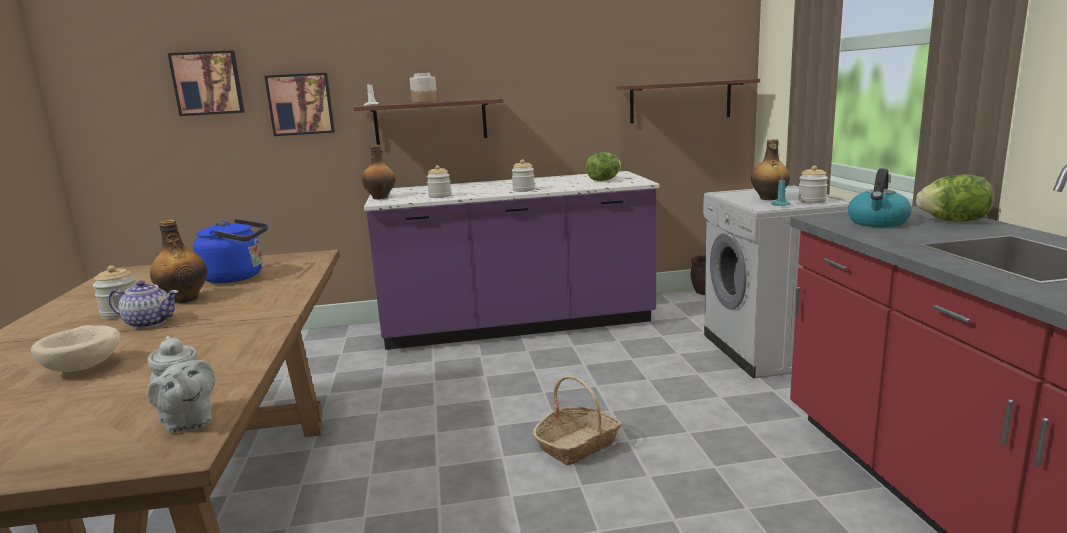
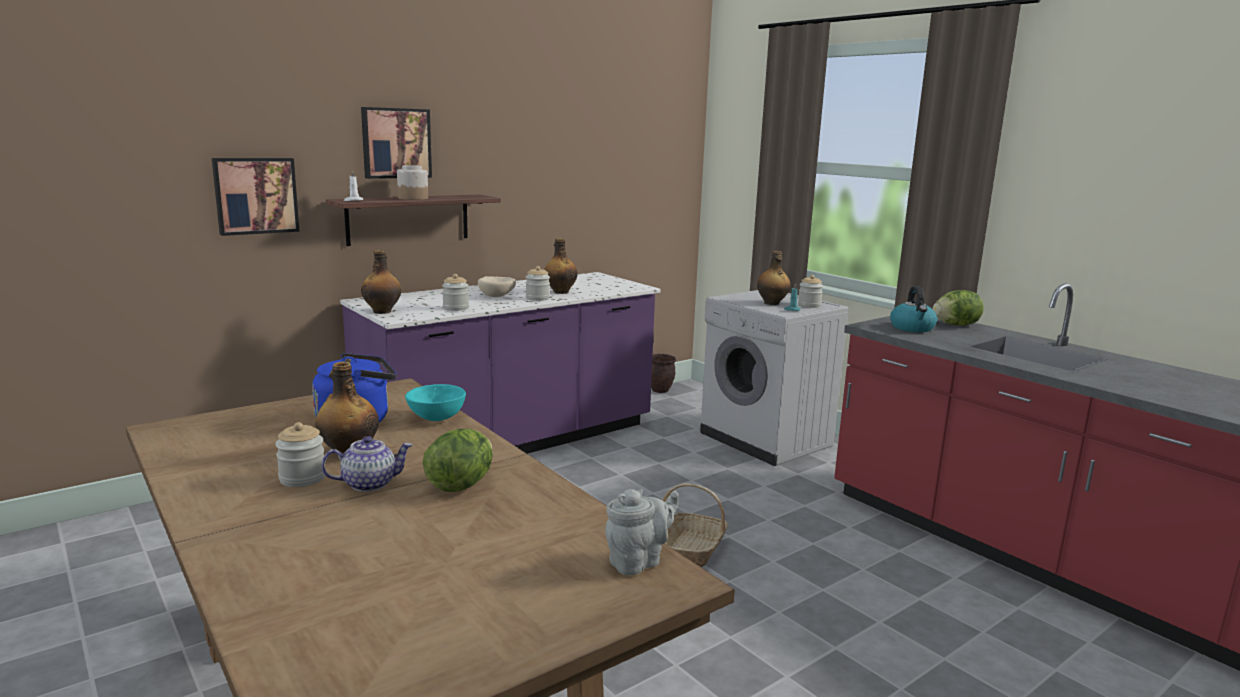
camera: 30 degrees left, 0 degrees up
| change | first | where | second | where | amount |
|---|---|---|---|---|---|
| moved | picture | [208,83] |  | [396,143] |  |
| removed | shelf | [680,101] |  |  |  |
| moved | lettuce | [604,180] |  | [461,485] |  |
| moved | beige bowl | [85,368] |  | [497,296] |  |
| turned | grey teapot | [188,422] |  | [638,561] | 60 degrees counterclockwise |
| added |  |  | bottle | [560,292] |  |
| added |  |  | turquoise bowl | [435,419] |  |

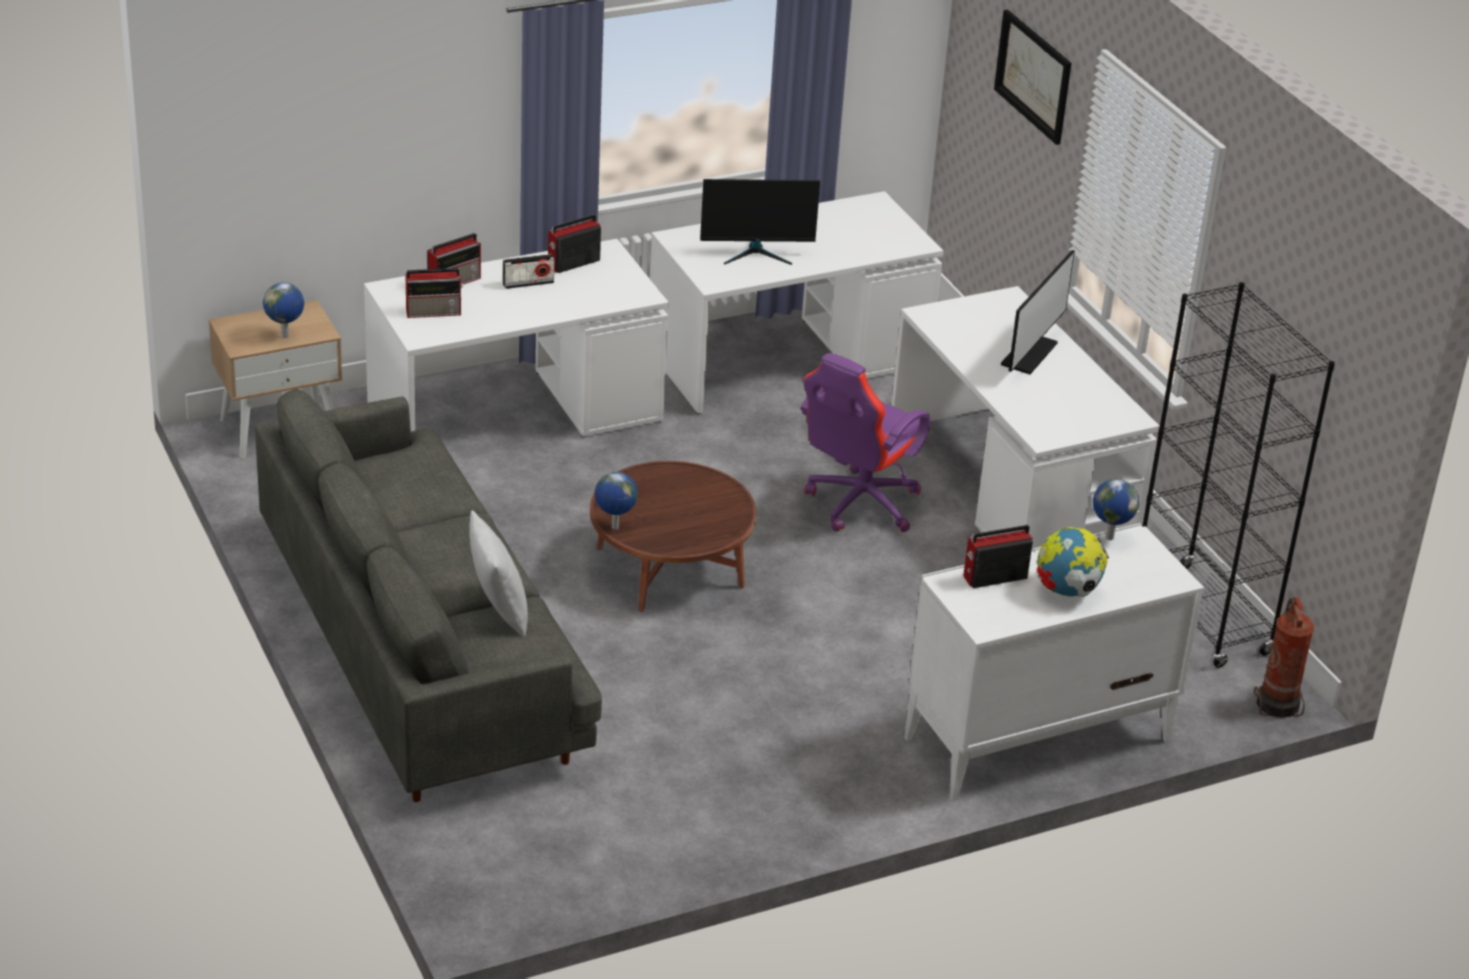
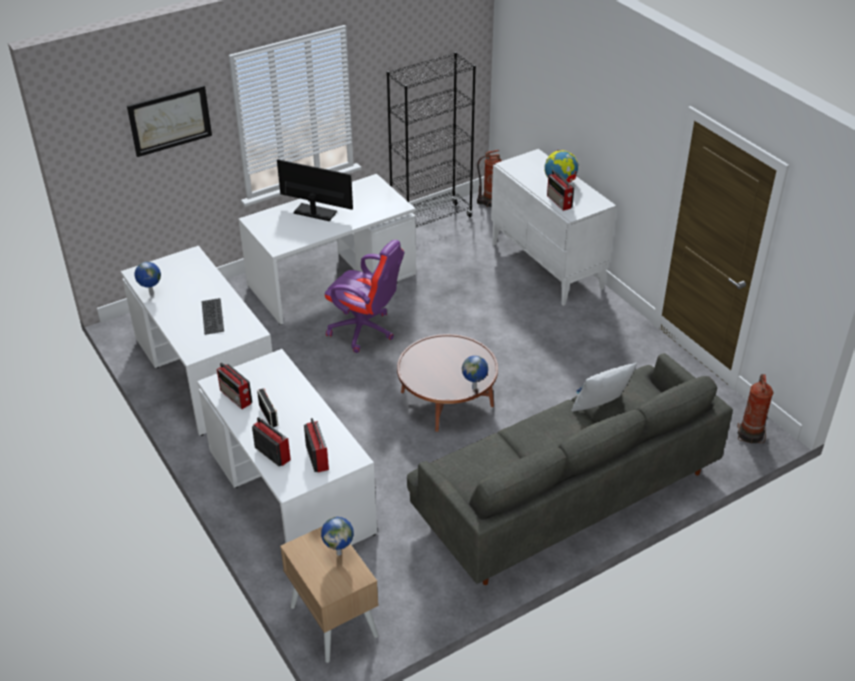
camera: 95 degrees left, 5 degrees up
| change | first | where | second | where | amount |
|---|---|---|---|---|---|
| replaced | monitor | [756,253] | keyboard | [212,316] |  |
| moved | globe | [1109,537] |  | [151,294] |  |
| added |  |  | fire extinguisher | [751,434] |  |

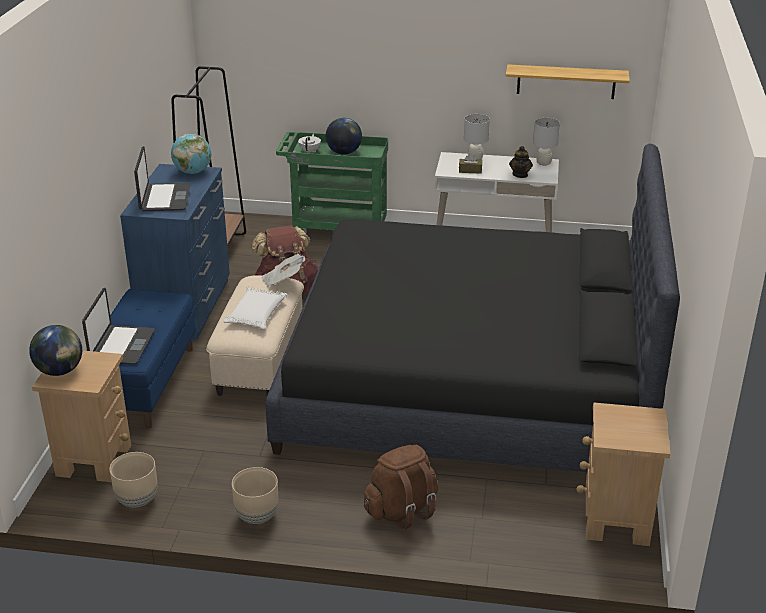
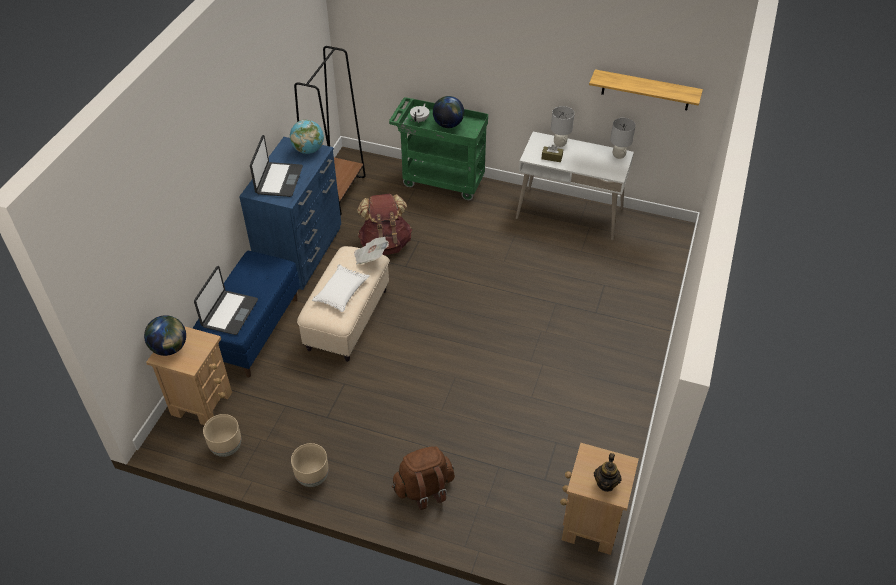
camera: 10 degrees right, 15 degrees up
| change | first | where | second | where | amount |
|---|---|---|---|---|---|
| removed | black bed | [470,380] |  |  |  |
| moved | teapot | [520,174] |  | [606,483] |  |

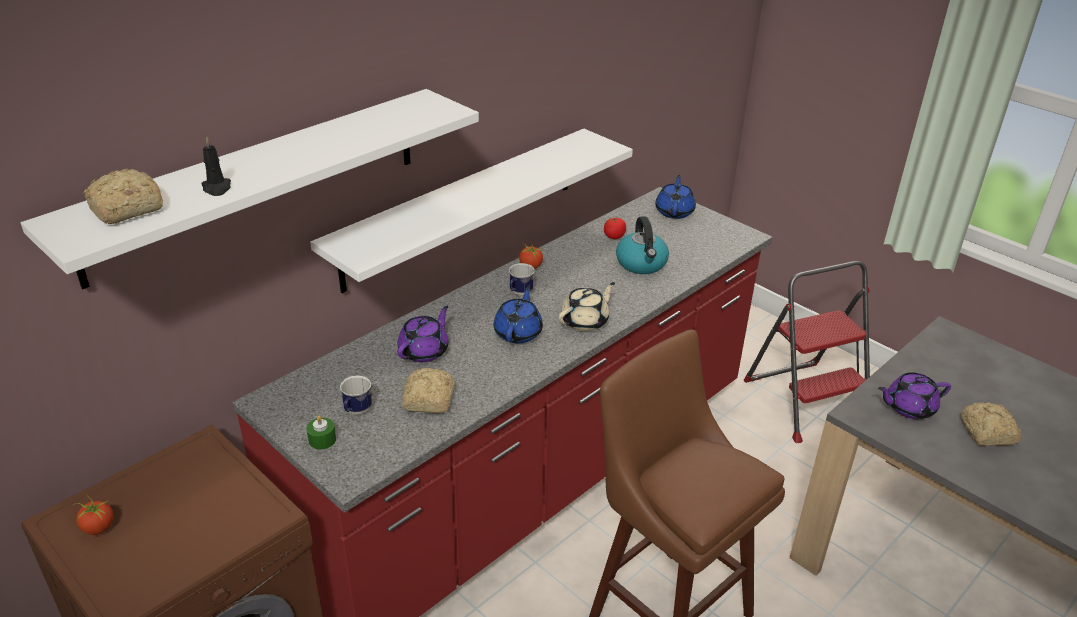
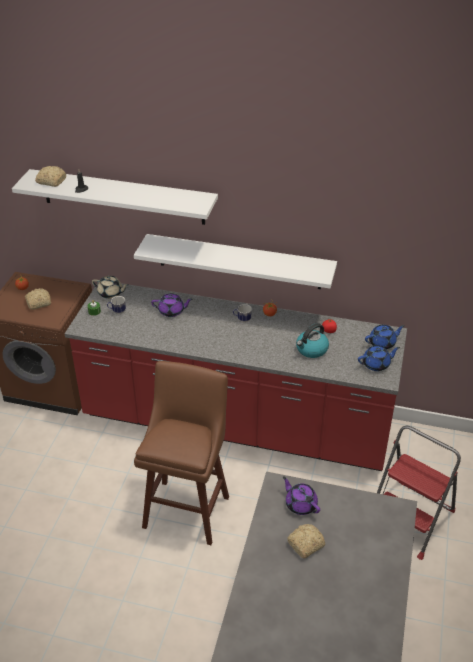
camera: 60 degrees right, 5 degrees up
| change | first | where | second | where | amount |
|---|---|---|---|---|---|
| moved | beige teapot | [585,321] |  | [111,293] |  |
| moved | blue teapot | [518,332] |  | [376,364] |  |
| moved | bread | [428,400] |  | [38,303] |  |

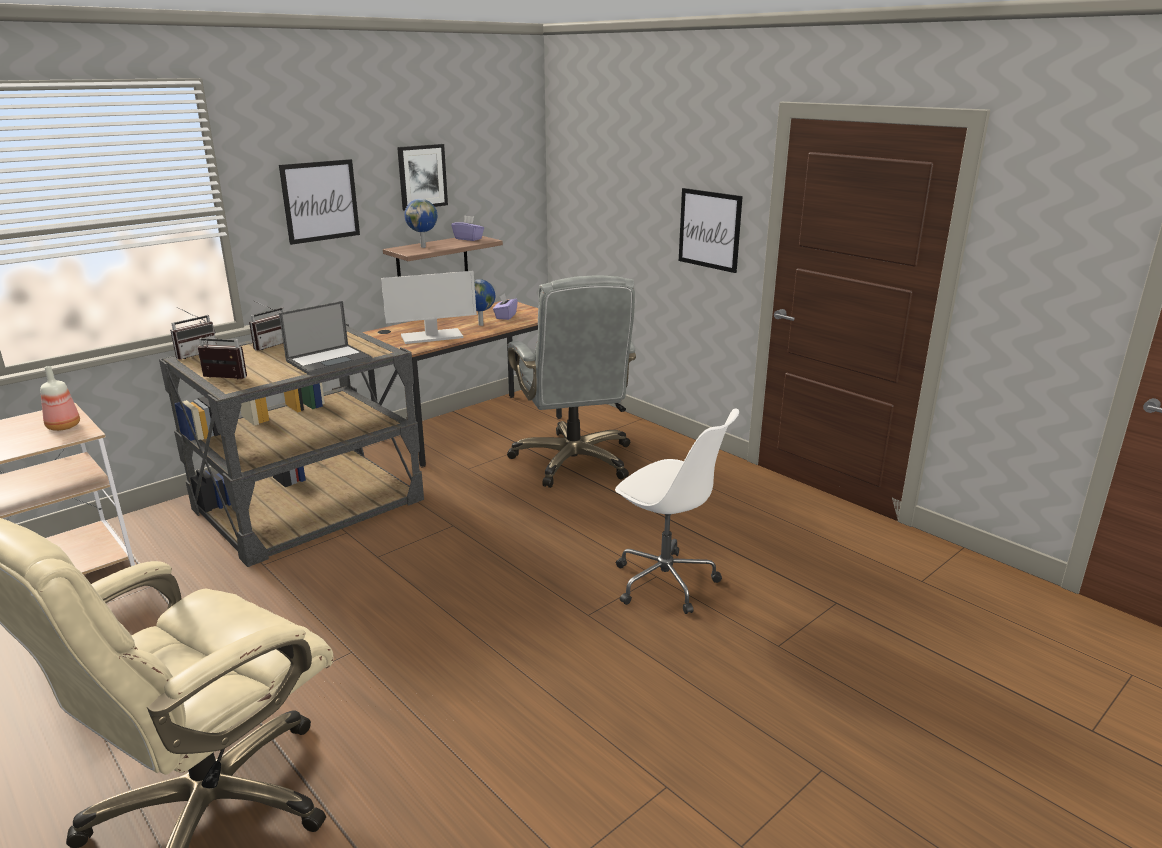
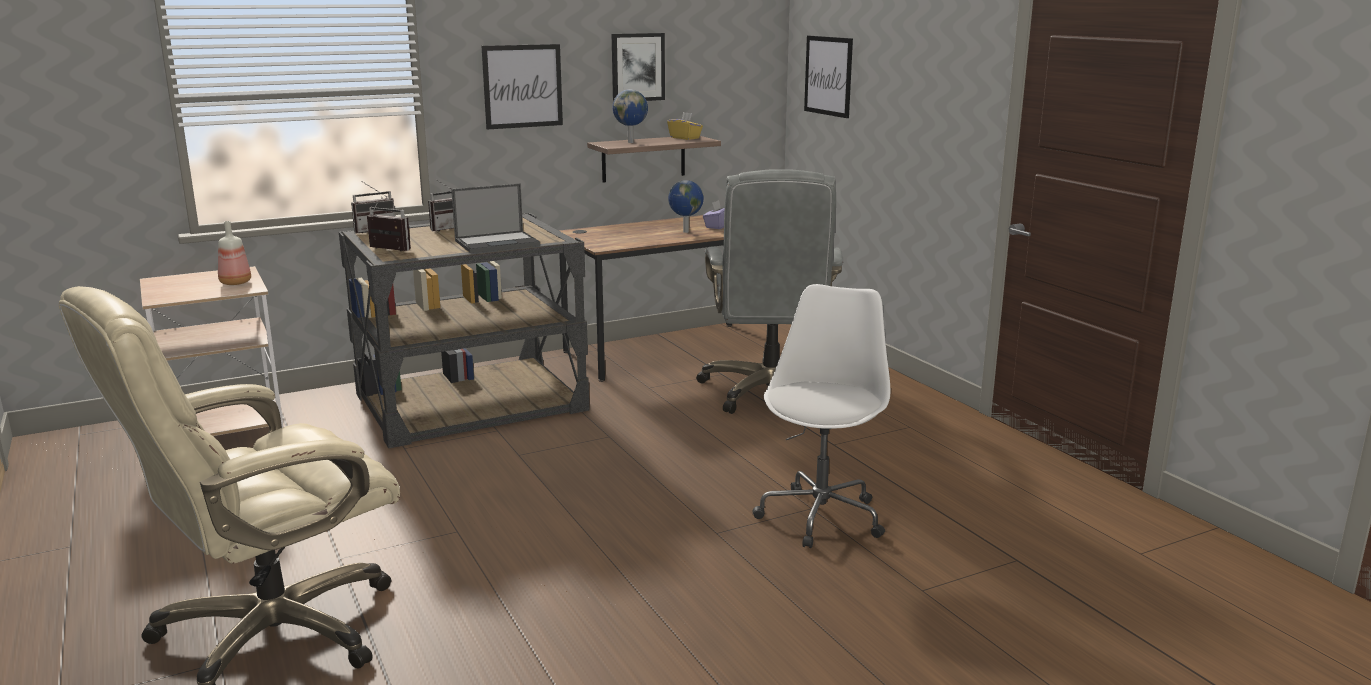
camera: 15 degrees right, 5 degrees down
| change | first | where | second | where | amount |
|---|---|---|---|---|---|
| moved | picture | [709,229] |  | [828,76] |  |
| recoloured | purple tissue box | [468,239] | yellow tissue box | [685,138] |  |
| removed | monitor | [431,337] |  |  |  |
| turned | white office chair | [667,583] |  | [821,516] | 120 degrees counterclockwise |

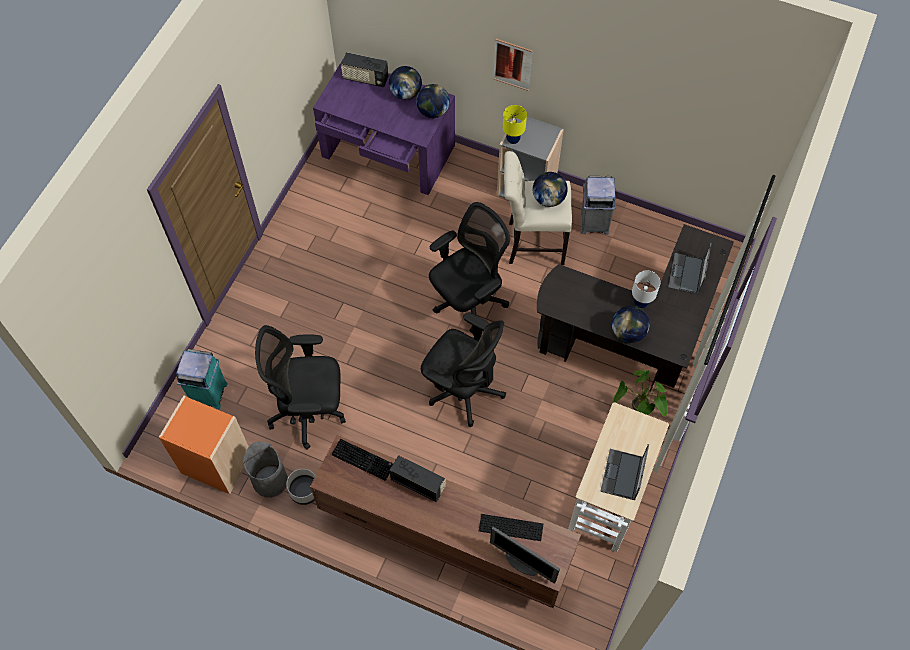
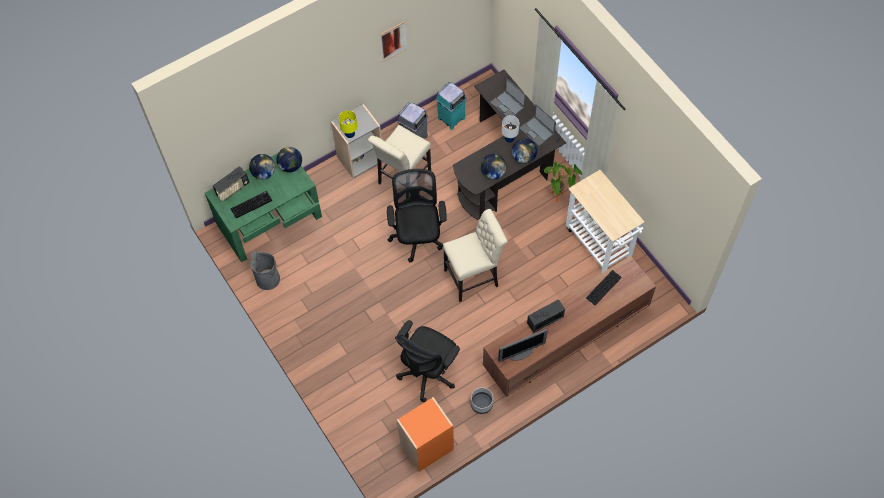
camera: 55 degrees left, 0 degrees up
| change | first | where | second | where | amount |
|---|---|---|---|---|---|
| moved | picture | [512,64] |  | [393,41] |  |
| recoloured | purple desk | [386,157] | green desk | [272,224] |  |
| moved | globe | [548,199] |  | [493,173] |  |
| replaced | black office chair | [461,389] | beige stool | [474,277] |  |
| moved | turquoise trash can | [208,393] |  | [451,118] |  |
| moved | keyboard | [363,459] |  | [251,204] |  |
| moved | grey trash can | [270,480] |  | [268,279] |  |
| moved | laptop | [622,475] |  | [537,131] |  |
| moved | monitor | [522,563] |  | [521,353] |  |

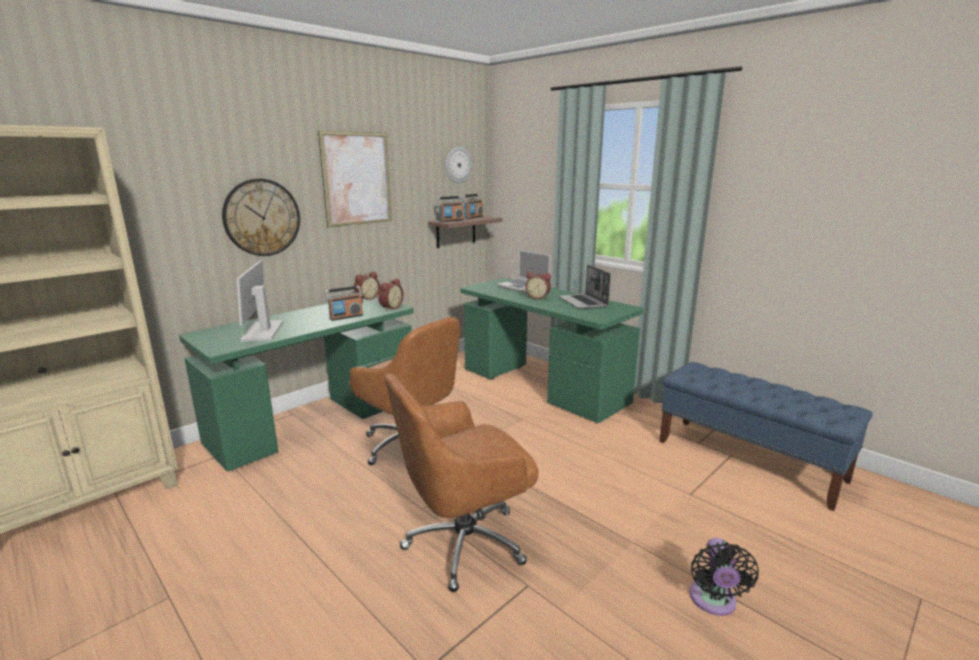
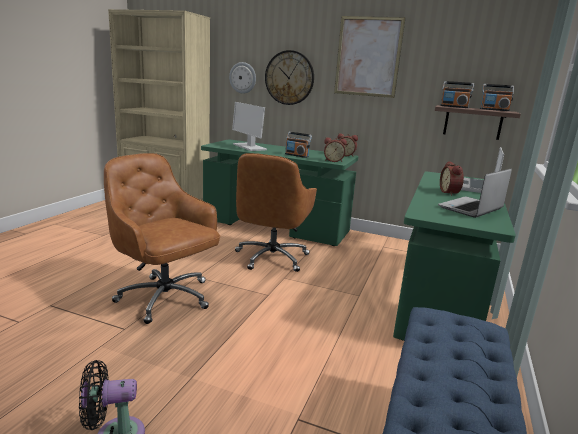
camera: 65 degrees right, 0 degrees up
| change | first | where | second | where | amount |
|---|---|---|---|---|---|
| moved | wall clock | [458,165] |  | [243,78] |  |
| turned | monitor | [263,331] |  | [249,147] | 90 degrees counterclockwise |

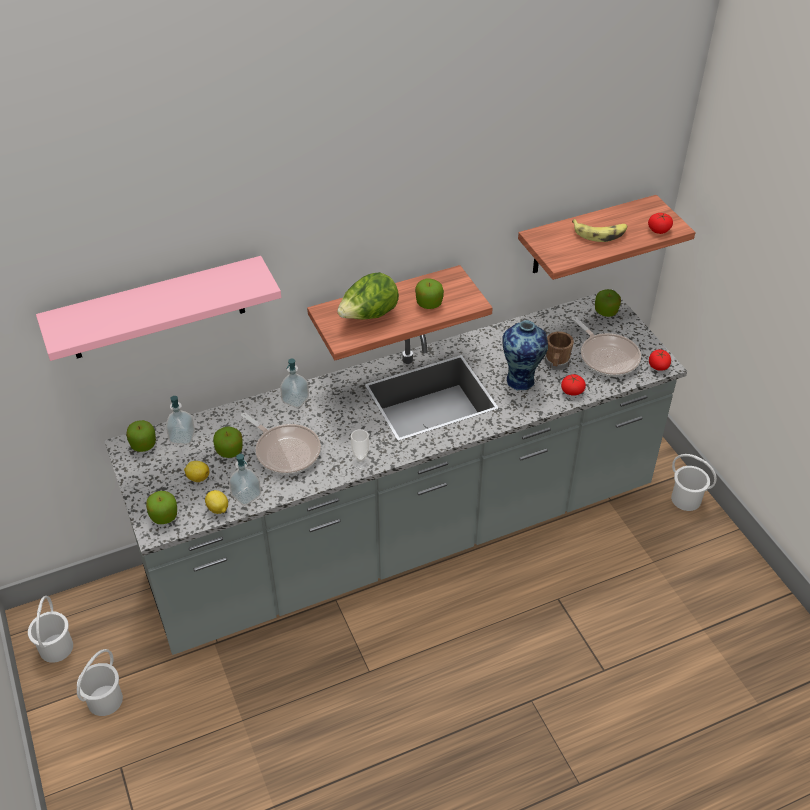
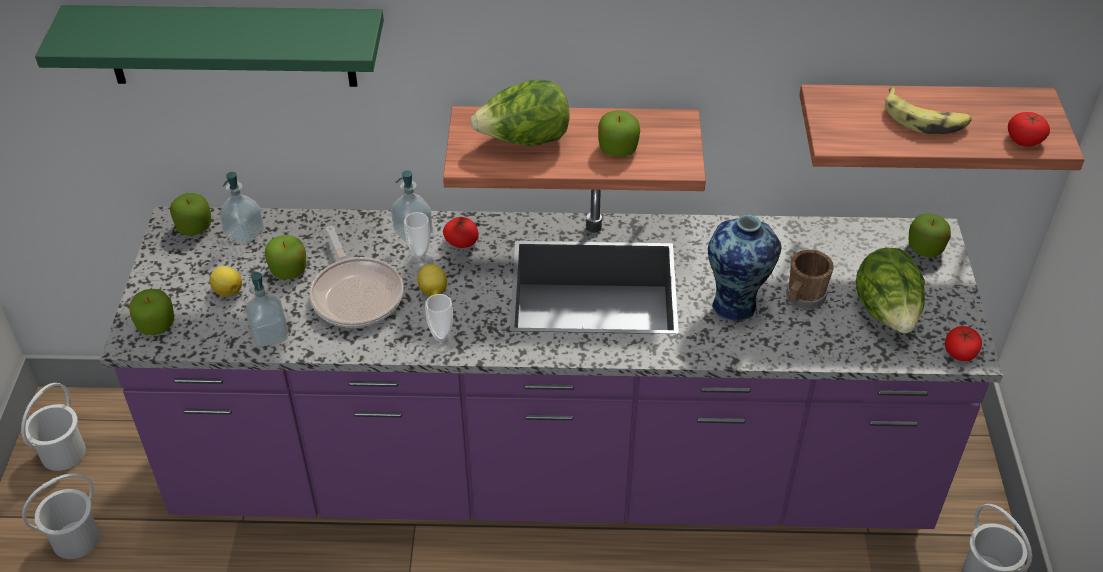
camera: 25 degrees right, 0 degrees up
| change | first | where | second | where | amount |
|---|---|---|---|---|---|
| recoloured | pink shelf | [157,309] | green shelf | [230,46] |  |
| recoloured | grey counter | [405,536] | purple counter | [551,475] |  |
| replaced | frying pan | [607,356] | lettuce | [886,313] |  |
| moved | tomato | [572,391] |  | [461,241] |  |
| moved | lemon | [218,509] |  | [433,291] |  |
| added |  |  | cup | [420,260] |  |

